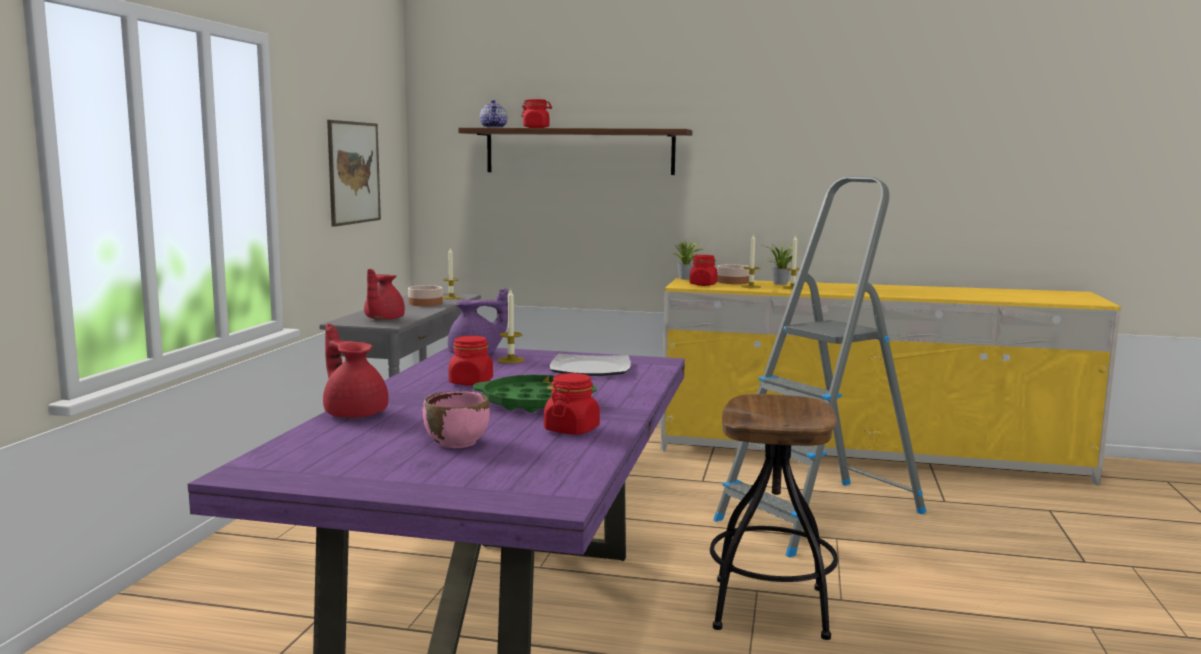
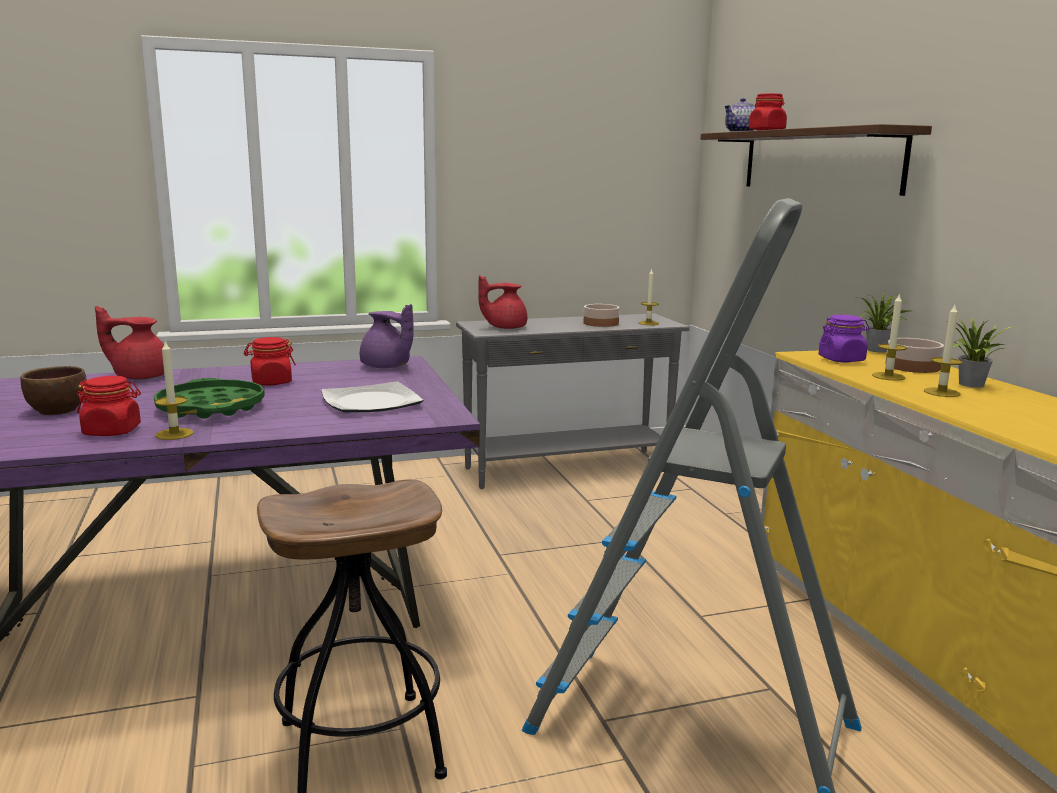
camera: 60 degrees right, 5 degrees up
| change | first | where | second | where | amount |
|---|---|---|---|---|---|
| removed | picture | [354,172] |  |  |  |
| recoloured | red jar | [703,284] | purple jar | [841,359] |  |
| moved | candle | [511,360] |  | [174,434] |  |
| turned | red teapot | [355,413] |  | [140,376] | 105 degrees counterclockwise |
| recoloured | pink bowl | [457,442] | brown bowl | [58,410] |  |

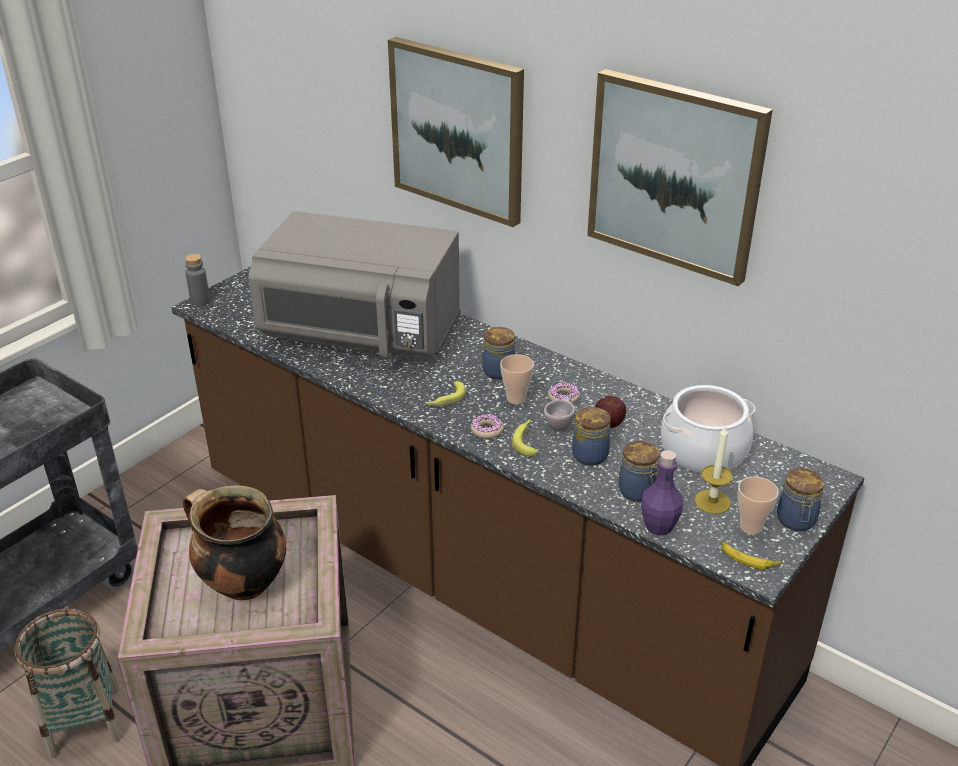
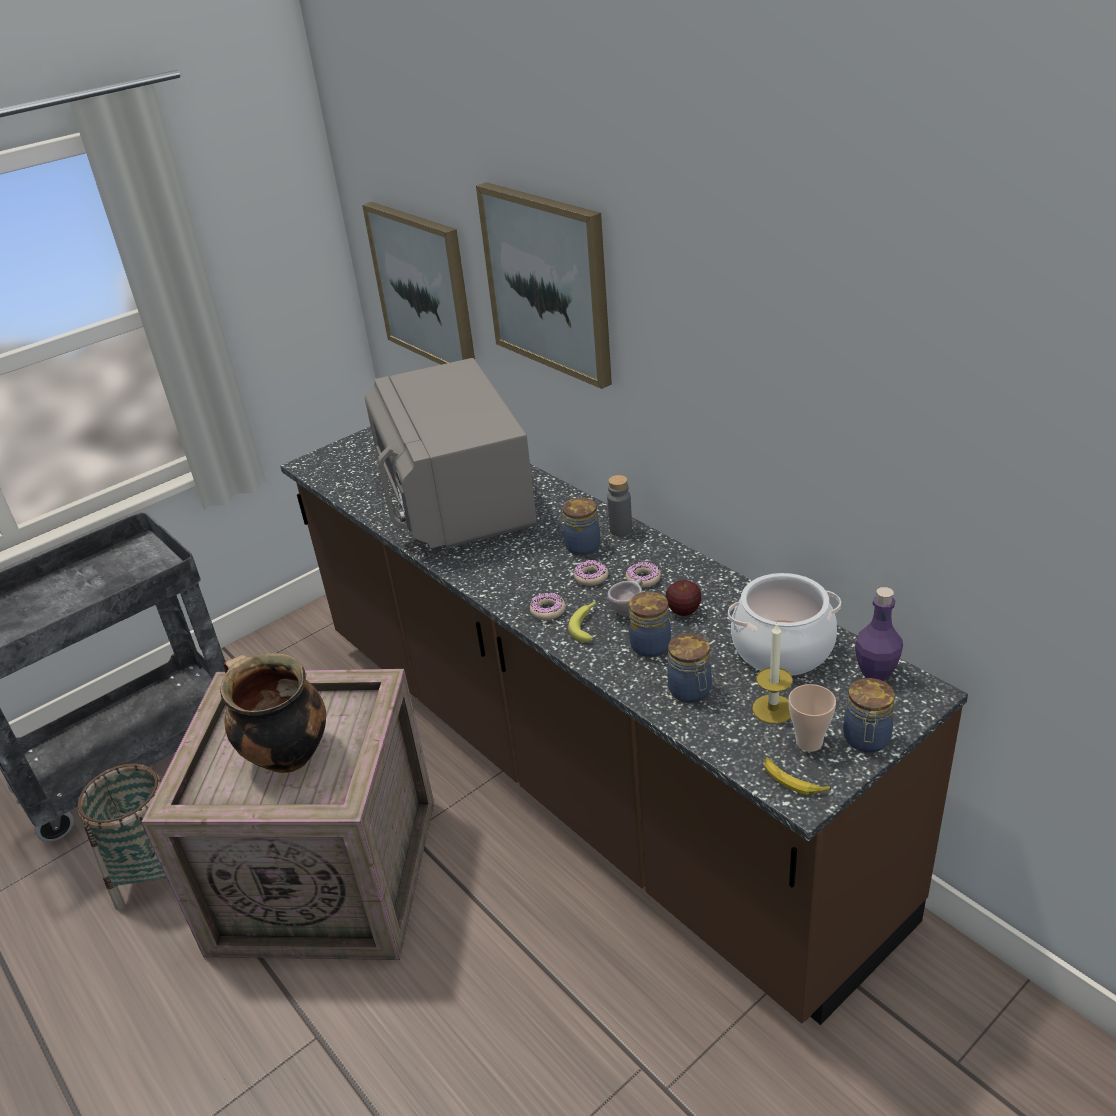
camera: 15 degrees right, 0 degrees up
| change | first | where | second | where | amount |
|---|---|---|---|---|---|
| moved | picture | [675,175] |  | [424,287] |  |
| turned | grey microwave | [362,335] |  | [454,501] | 45 degrees clockwise |
| moved | grey bottle | [200,301] |  | [620,530] |  |
| replaced | cup | [516,398] | donut | [591,577] |  |
| removed | banana | [445,399] |  |  |  |
| moved | purple bottle | [658,526] |  | [875,672] |  |

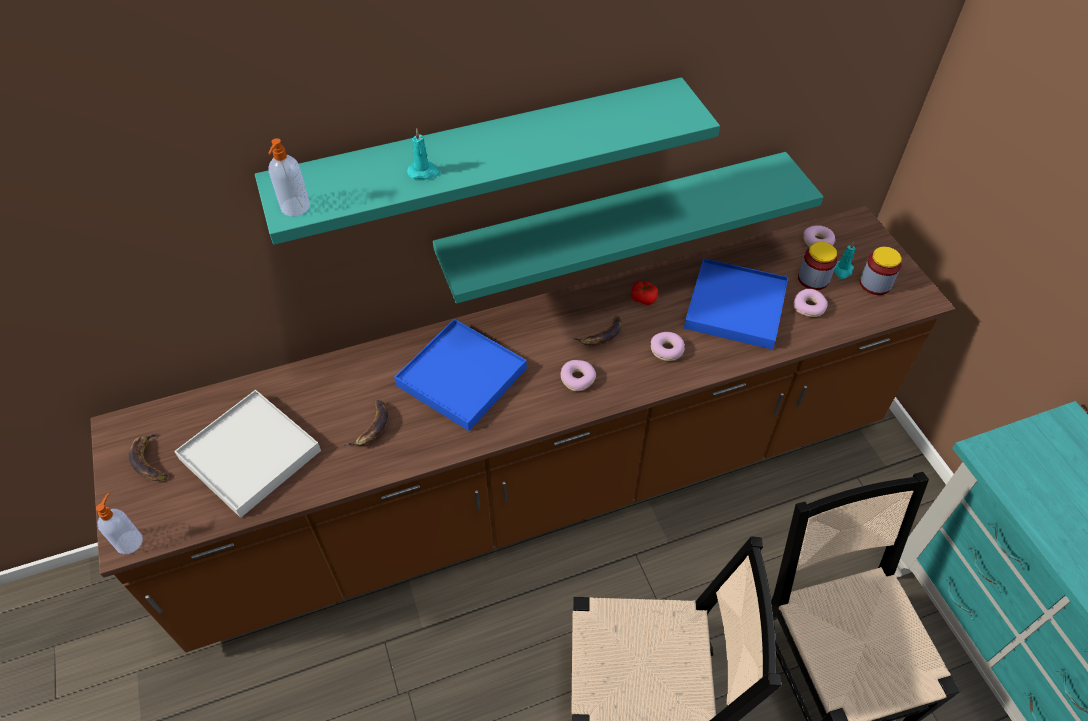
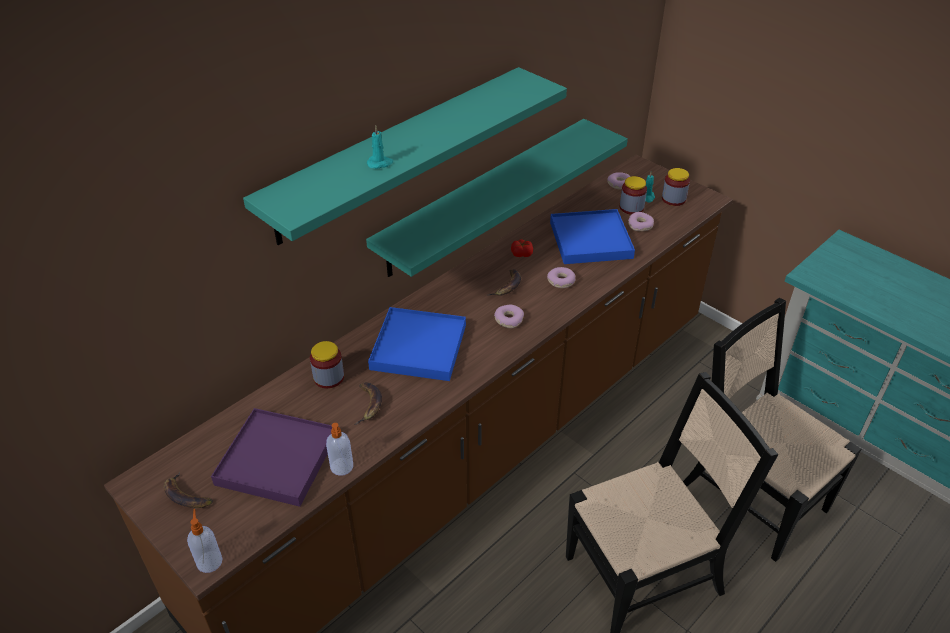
camera: 25 degrees left, 10 degrees down
| change | first | where | second | where | amount |
|---|---|---|---|---|---|
| moved | soap dispenser | [295,208] |  | [342,467] |  |
| recoloured | white tray | [251,455] | purple tray | [277,459] |  |
| added |  |  | jar | [329,377] |  |

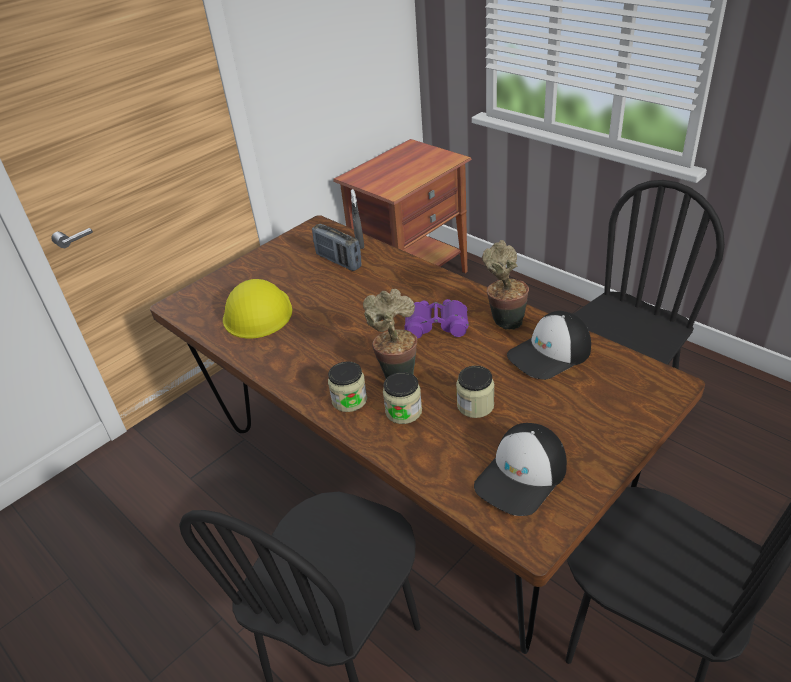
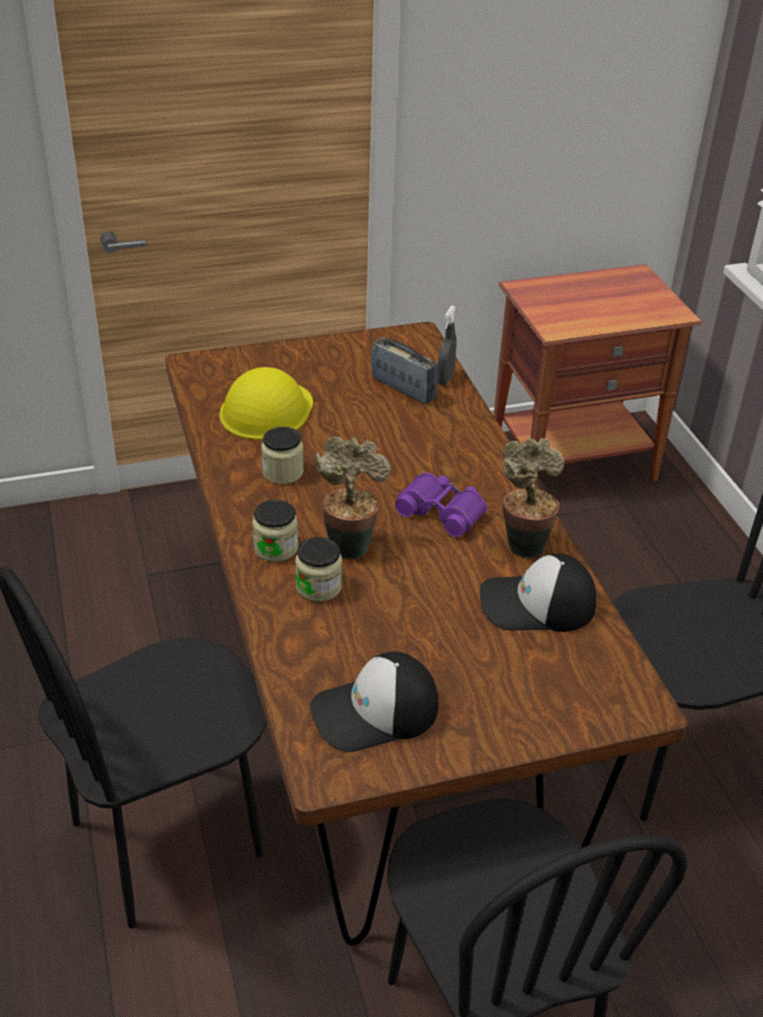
camera: 25 degrees right, 0 degrees up
| change | first | where | second | where | amount |
|---|---|---|---|---|---|
| turned | radio | [338,261] |  | [403,388] | 150 degrees clockwise |
| moved | jar | [475,405] |  | [282,472] |  |

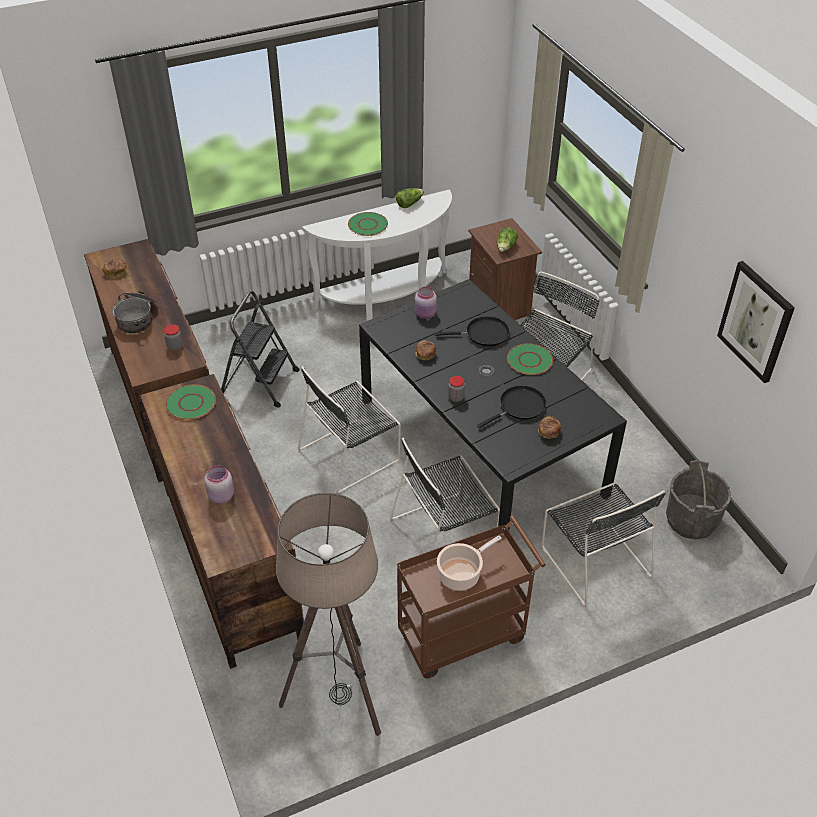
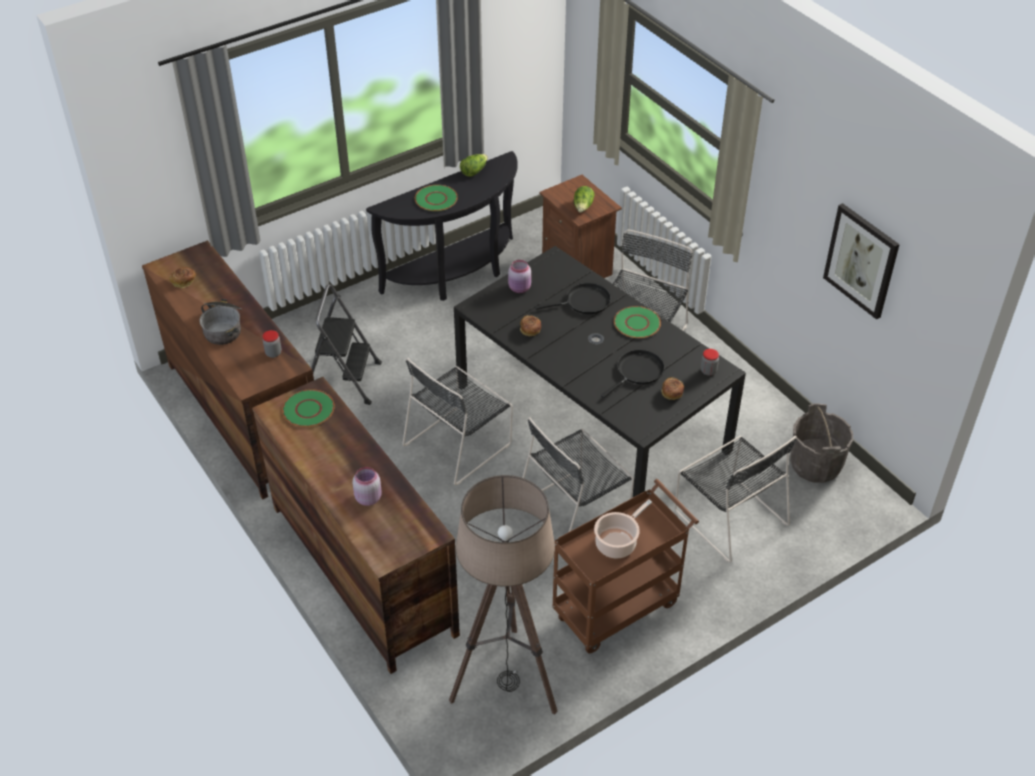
camera: 10 degrees left, 0 degrees up
| change | first | where | second | where | amount |
|---|---|---|---|---|---|
| recoloured | white console table | [387,299] | black console table | [457,275] |  |
| moved | jar | [456,397] |  | [708,371] |  |

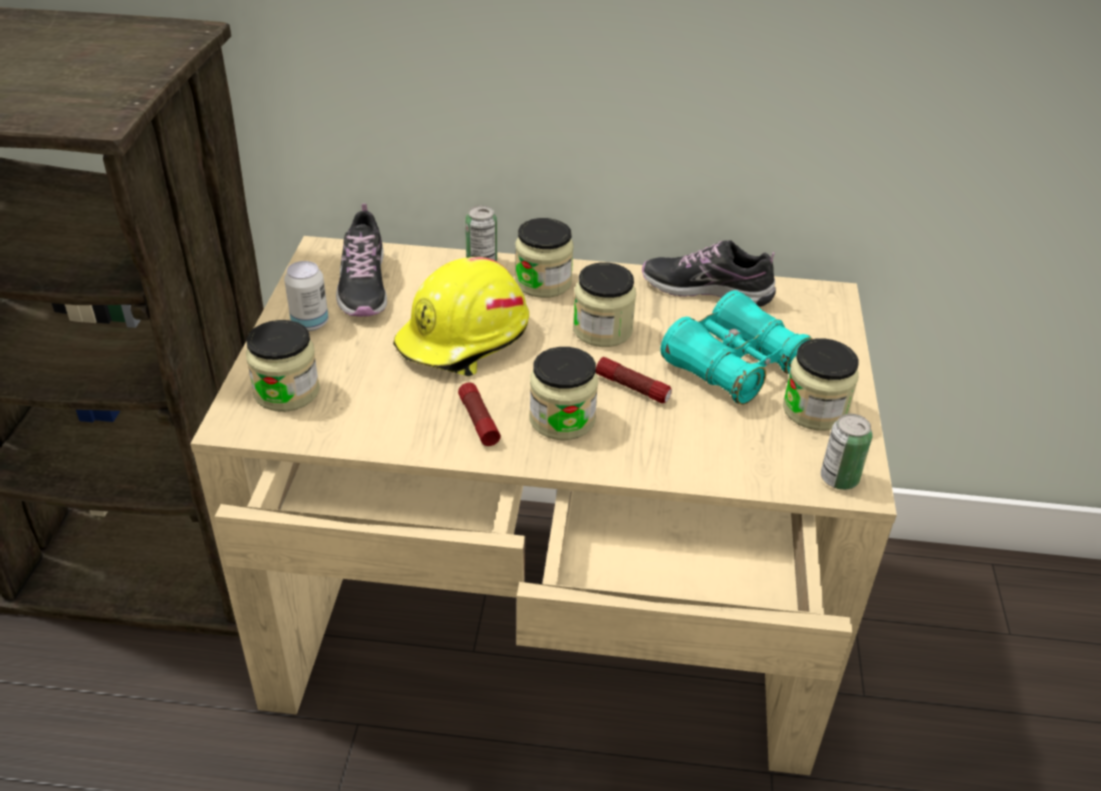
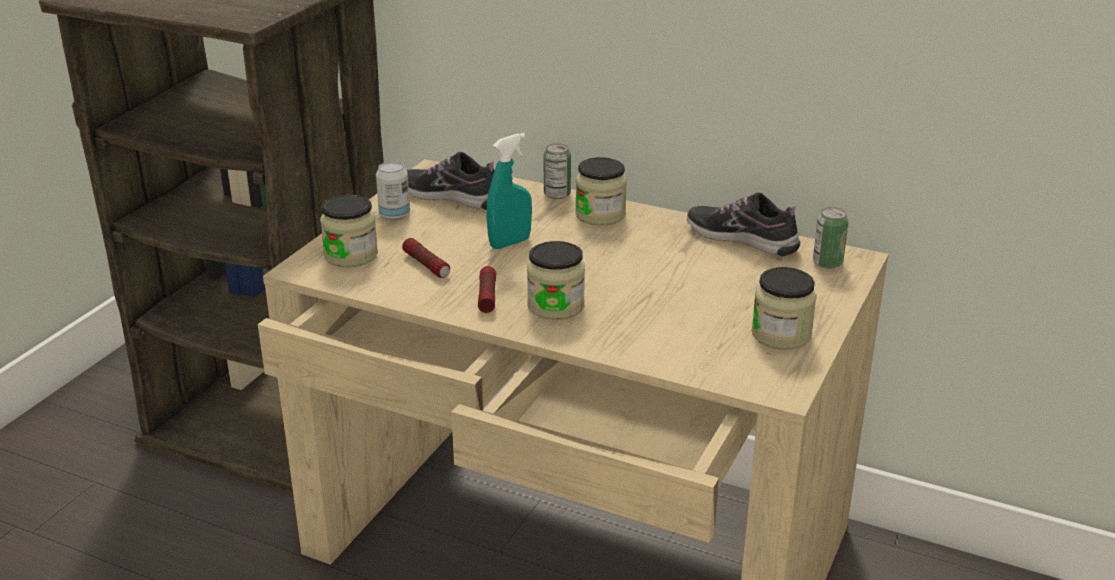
camera: 20 degrees right, 10 degrees down
| change | first | where | second | where | amount |
|---|---|---|---|---|---|
| turned | shoe | [363,285] |  | [451,197] | 105 degrees clockwise |
| replaced | yellow hard hat | [464,339] | turquoise spray bottle | [510,243] |  |
| removed | jar | [602,330] |  |  |  |
| removed | turquoise binoculars | [733,366] |  |  |  |
| moved | flashlight | [633,388] |  | [427,265] |  |
| moved | can | [839,479] |  | [827,263] |  |

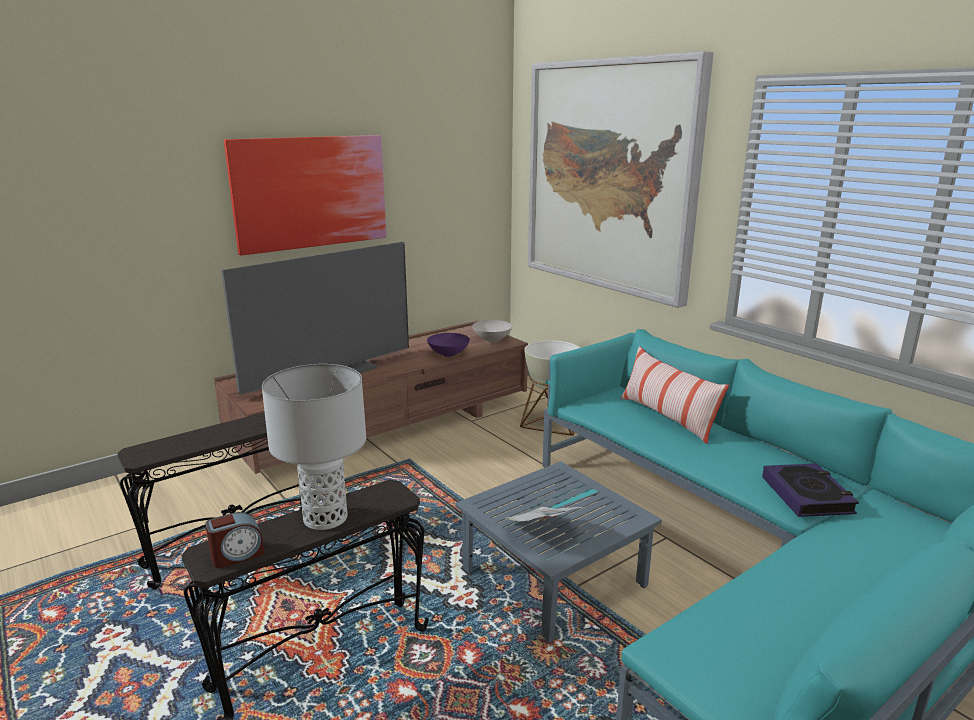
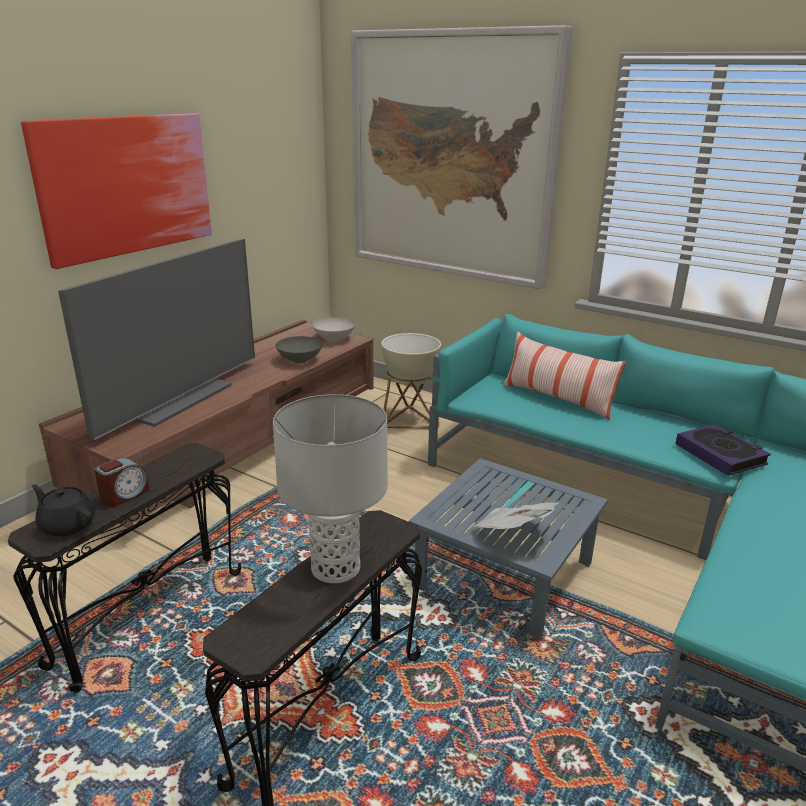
camera: 20 degrees left, 5 degrees up
| change | first | where | second | where | amount |
|---|---|---|---|---|---|
| recoloured | purple bowl | [449,354] | grey bowl | [300,360] |  |
| moved | alarm clock | [237,555] |  | [124,495] |  |
| added |  |  | black teapot | [67,524] |  |

